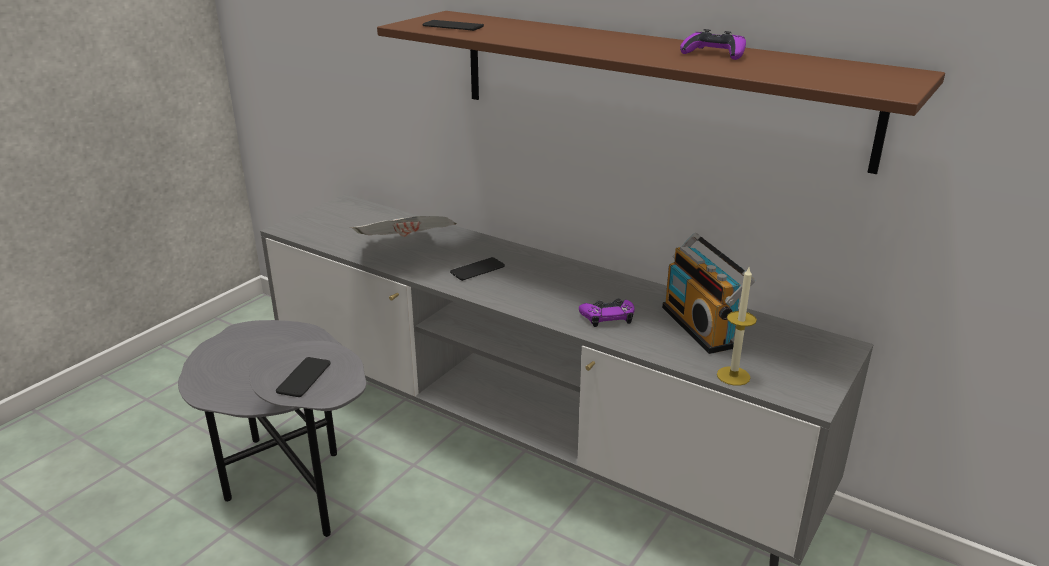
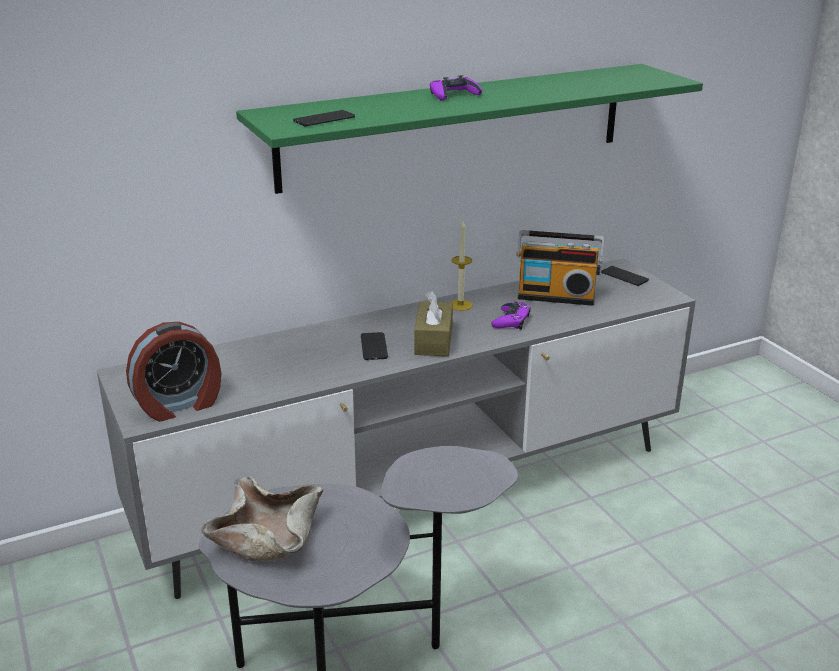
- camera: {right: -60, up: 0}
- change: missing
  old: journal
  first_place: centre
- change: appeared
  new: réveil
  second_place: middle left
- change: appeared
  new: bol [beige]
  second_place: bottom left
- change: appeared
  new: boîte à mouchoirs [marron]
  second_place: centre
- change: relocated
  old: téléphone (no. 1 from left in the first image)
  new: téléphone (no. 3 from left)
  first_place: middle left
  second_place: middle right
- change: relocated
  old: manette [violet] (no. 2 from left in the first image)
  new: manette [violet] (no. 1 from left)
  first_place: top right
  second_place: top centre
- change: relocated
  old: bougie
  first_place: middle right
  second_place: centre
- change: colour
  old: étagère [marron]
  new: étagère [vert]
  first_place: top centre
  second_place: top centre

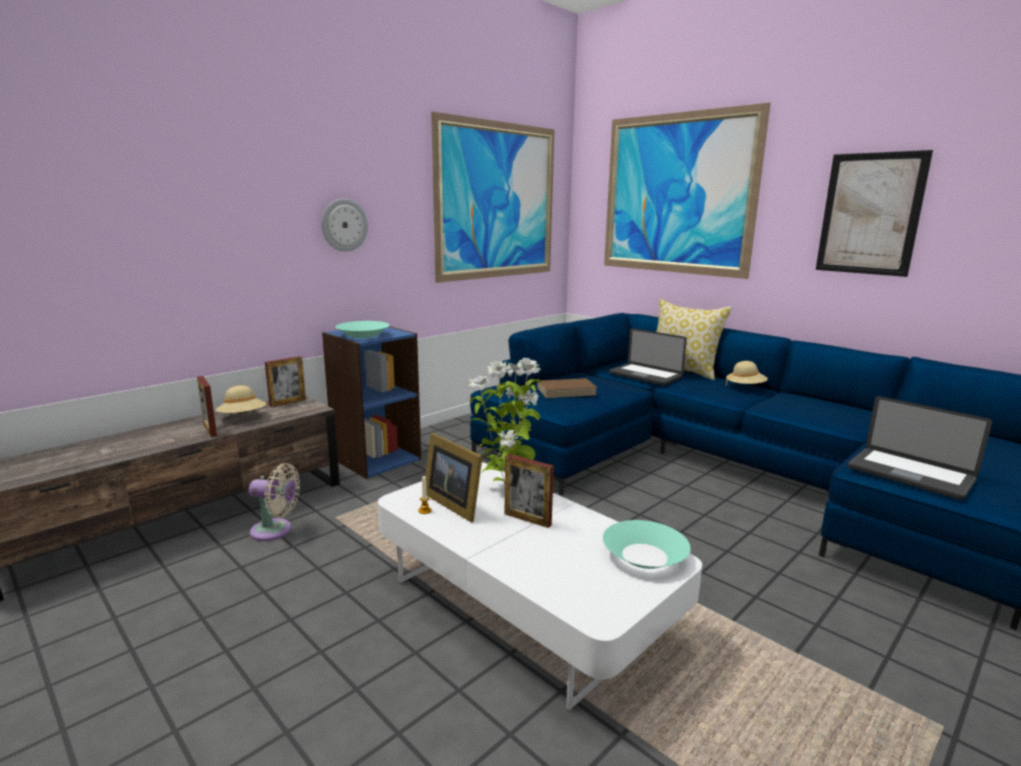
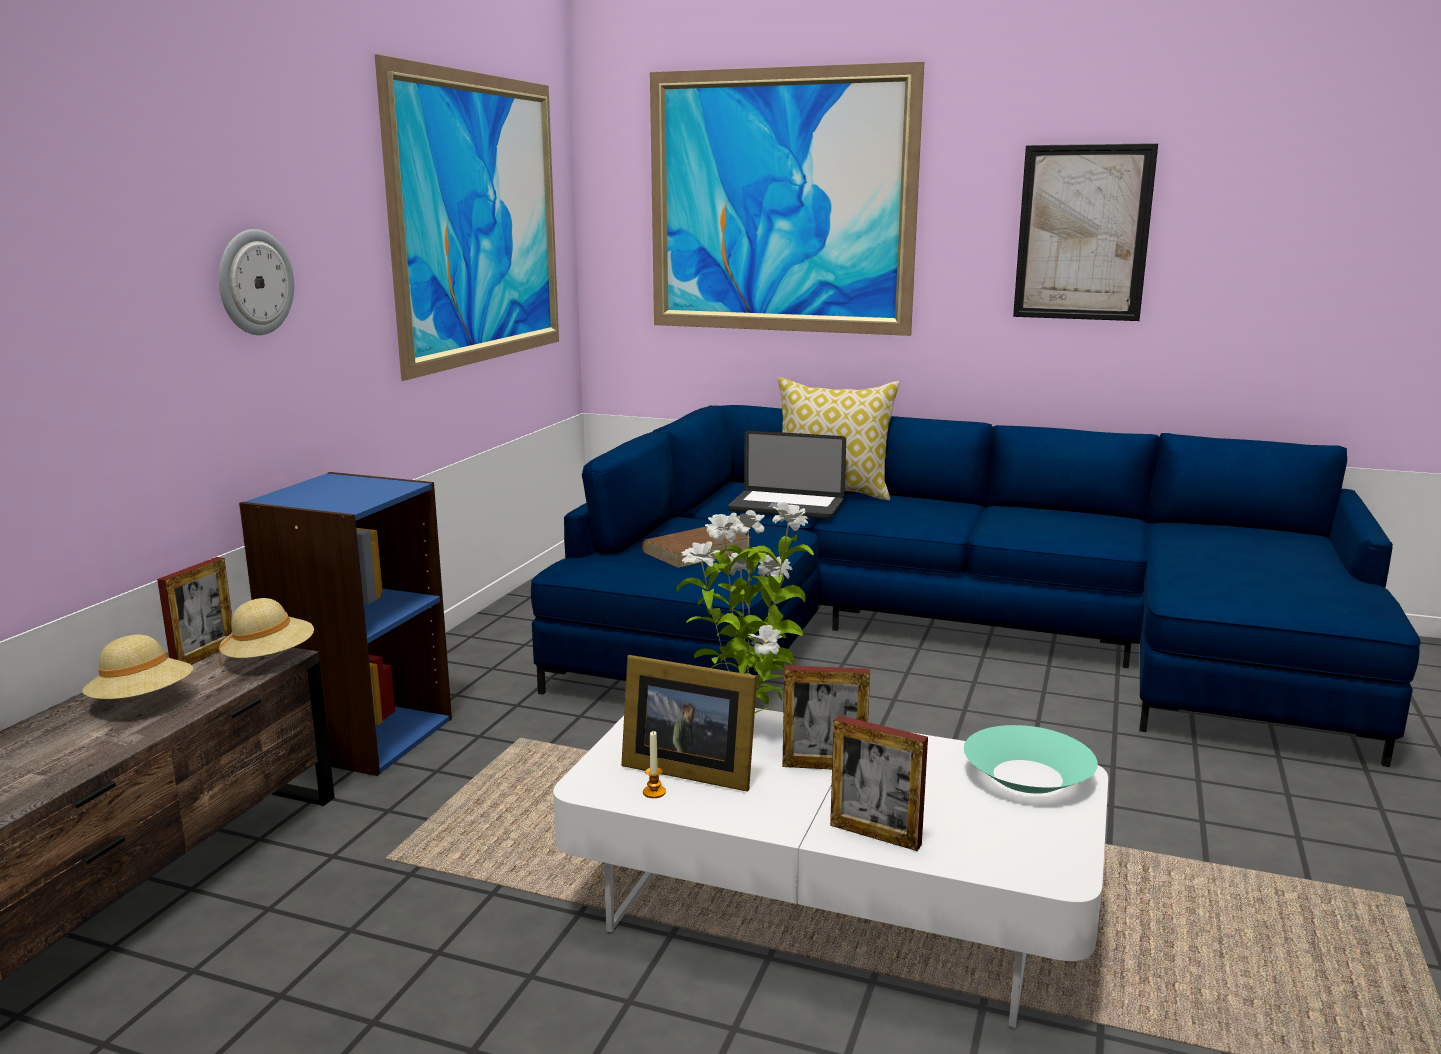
- camera: {right: -25, up: 0}
- change: missing
  old: ventilateur [beige]
  first_place: middle left
- change: missing
  old: bol [turquoise] (no. 1 from left)
  first_place: centre
- change: missing
  old: ordinateur portable (no. 2 from left)
  first_place: middle right
- change: relocated
  old: cadre photo (no. 1 from left in the first image)
  new: cadre photo (no. 4 from left)
  first_place: middle left
  second_place: bottom centre
- change: relocated
  old: chapeau [beige] (no. 2 from left)
  first_place: middle right
  second_place: middle left

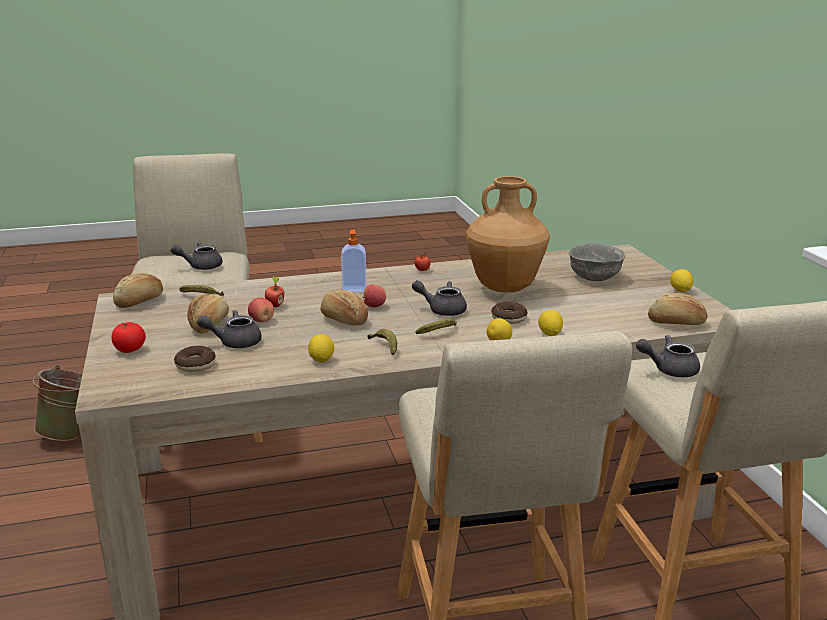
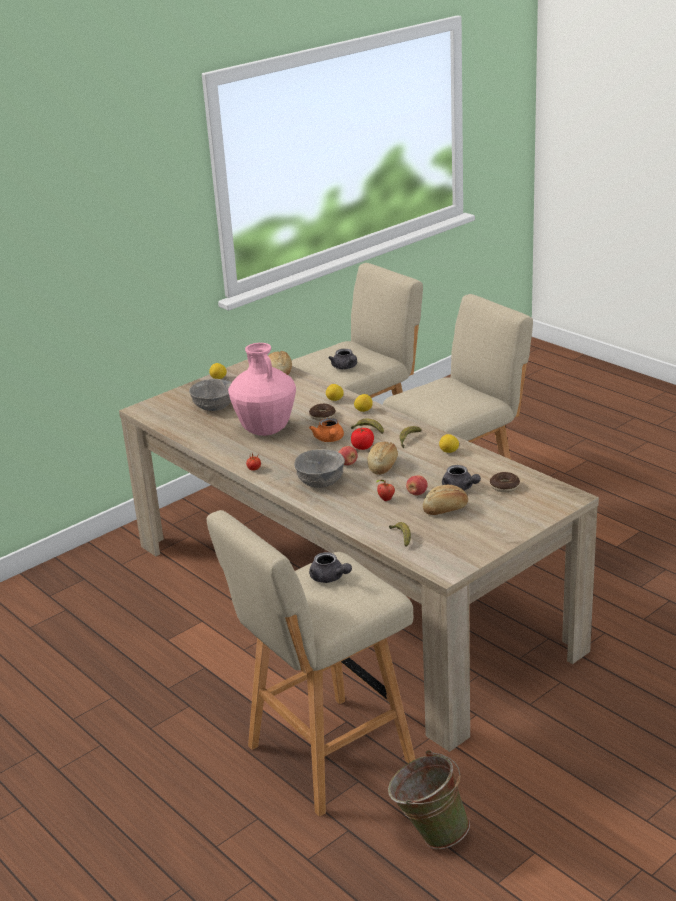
- camera: {right: -115, up: 5}
- change: missing
  old: pain (no. 1 from left)
  first_place: middle left
- change: relocated
  old: tomate (no. 1 from left in the first image)
  new: tomate (no. 2 from left)
  first_place: middle left
  second_place: centre
- change: exchanged
  old: distributeur de savon
  new: bol [gris] (no. 2 from left)
  first_place: centre
  second_place: centre
- change: colour
  old: théière [gris] (no. 3 from left)
  new: théière [orange]
  first_place: centre
  second_place: centre
- change: colour
  old: vase [marron]
  new: vase [rose]
  first_place: centre
  second_place: centre

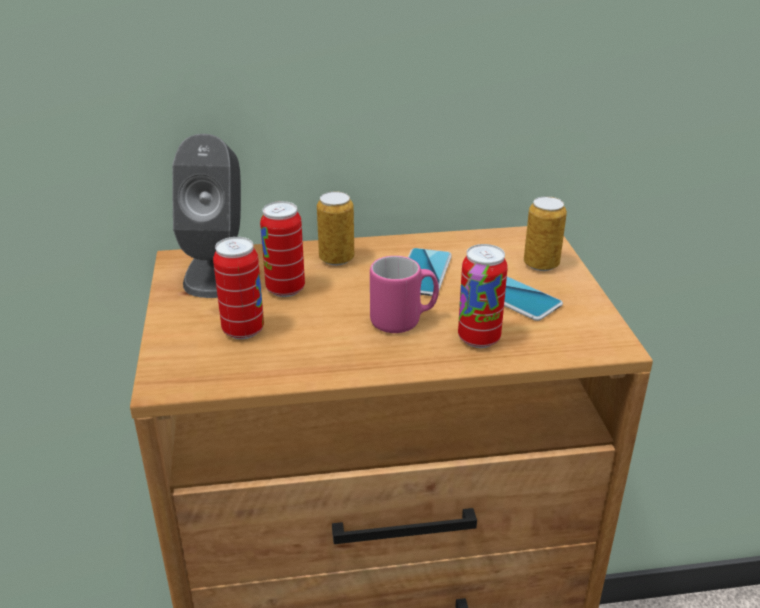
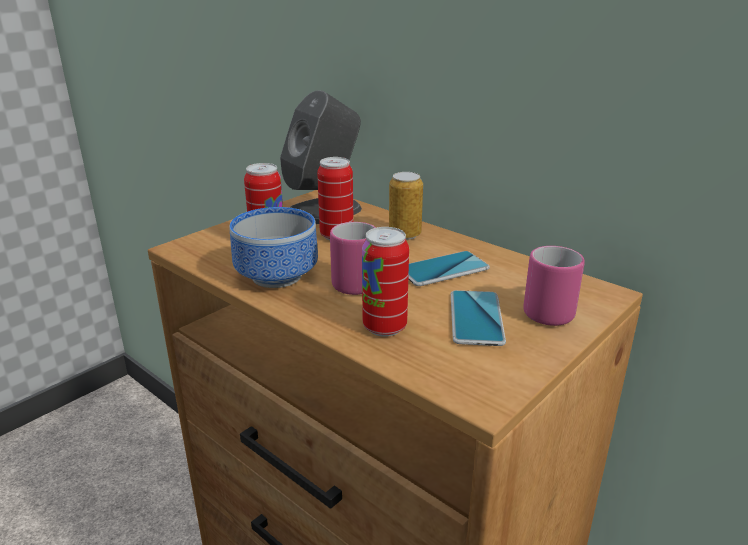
- camera: {right: 50, up: -5}
- change: appeared
  new: bol
  second_place: centre
- change: exchanged
  old: boîte métallique (no. 5 from left)
  new: mug [rose] (no. 2 from left)
  first_place: middle right
  second_place: middle right

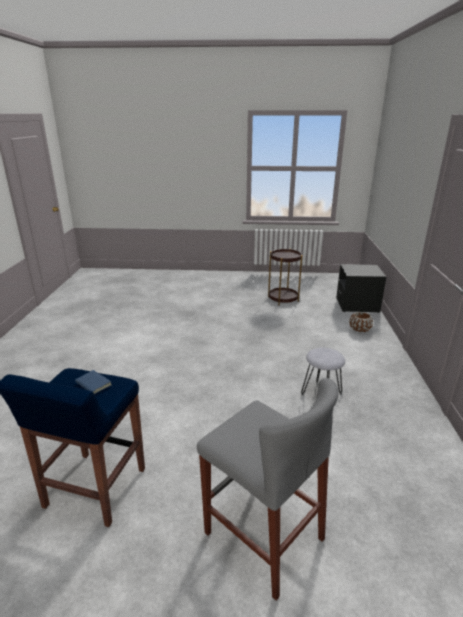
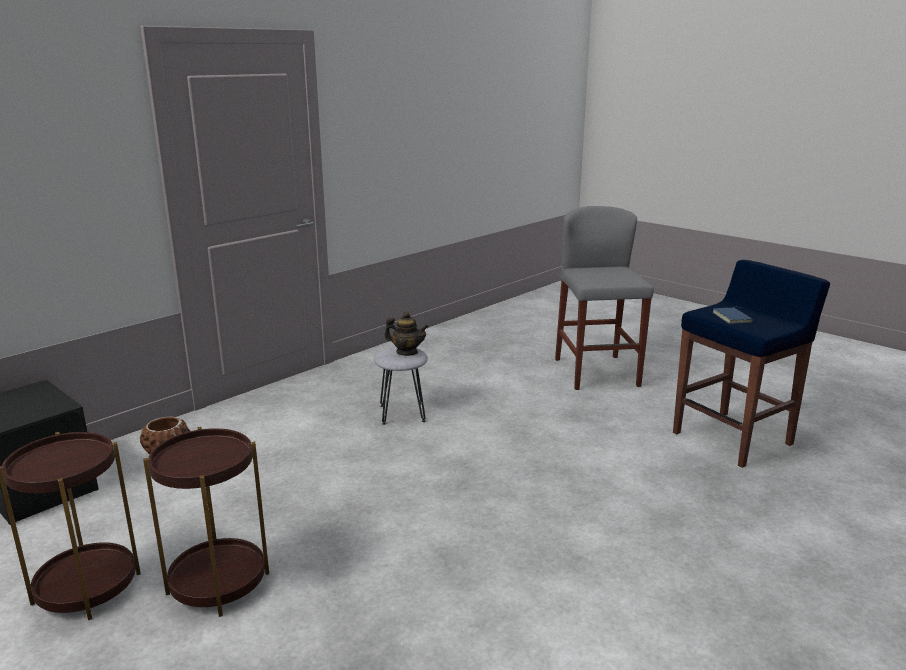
- camera: {right: -140, up: -5}
- change: appeared
  new: table d'appoint [marron] (no. 2 from left)
  second_place: bottom left
- change: appeared
  new: théière
  second_place: centre

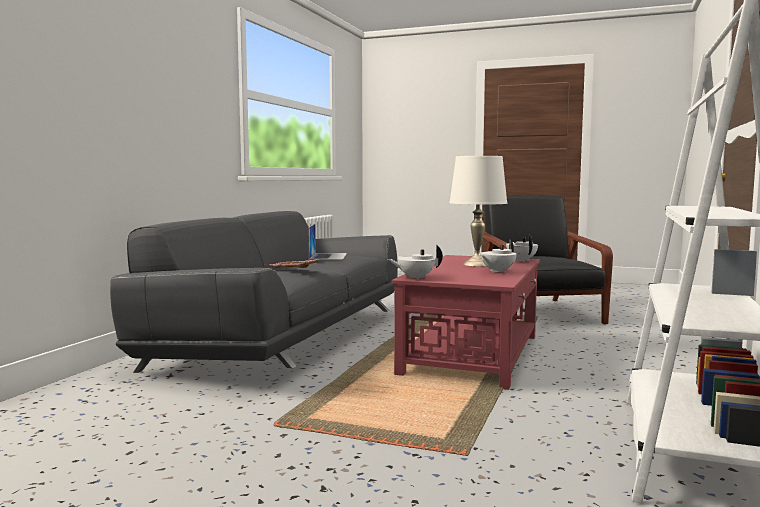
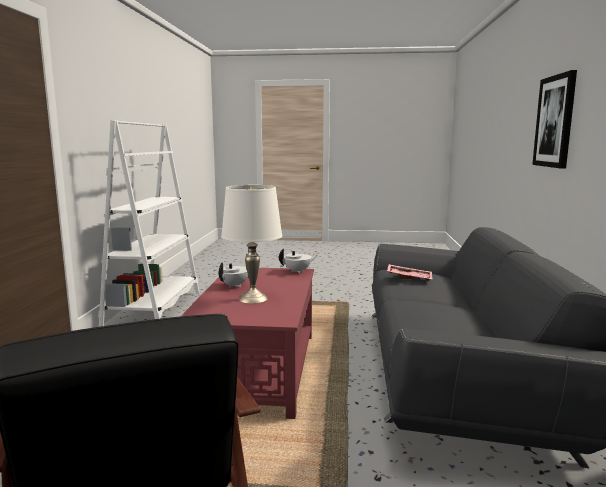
- camera: {right: 165, up: 5}
- change: missing
  old: ordinateur portable
  first_place: centre
- change: missing
  old: théière [blanc] (no. 3 from left)
  first_place: middle right
- change: appeared
  new: tableau
  second_place: top right

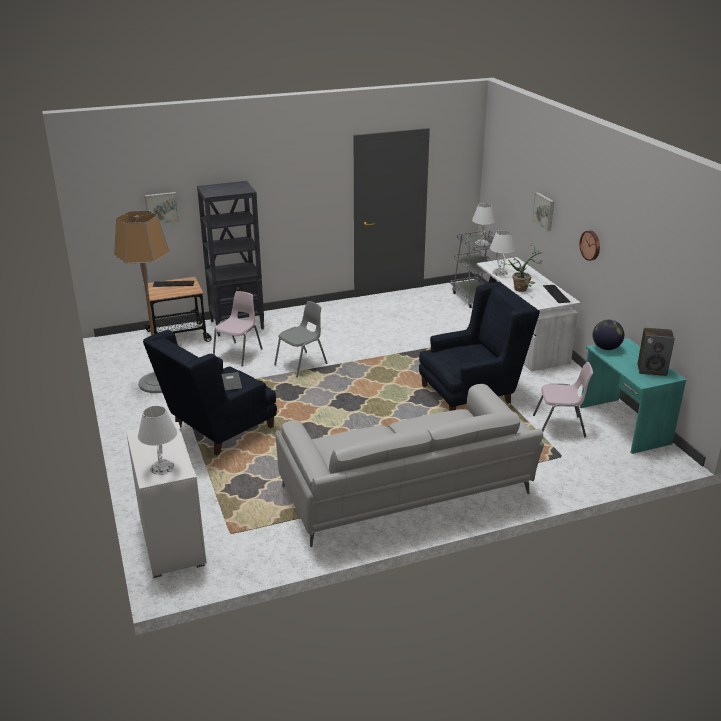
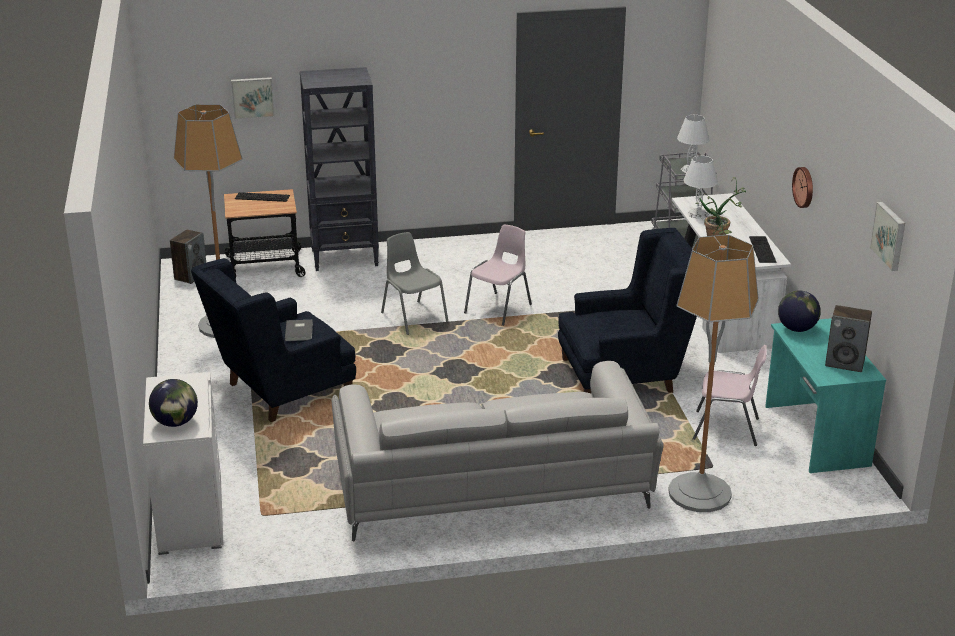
- camera: {right: 10, up: 0}
- change: appeared
  new: enceinte (no. 1 from left)
  second_place: middle left
- change: appeared
  new: lampadaire (no. 2 from left)
  second_place: middle right
- change: relocated
  old: chaise [rose] (no. 1 from left)
  first_place: middle left
  second_place: centre
- change: relocated
  old: tableau (no. 2 from left)
  first_place: top right
  second_place: middle right
- change: exchanged
  old: lampe de table [blanc] (no. 1 from left)
  new: globe (no. 1 from left)
  first_place: middle left
  second_place: middle left
- change: spun
  old: chaise [gris]
  first_place: centre
  second_place: centre
  degrees: -90

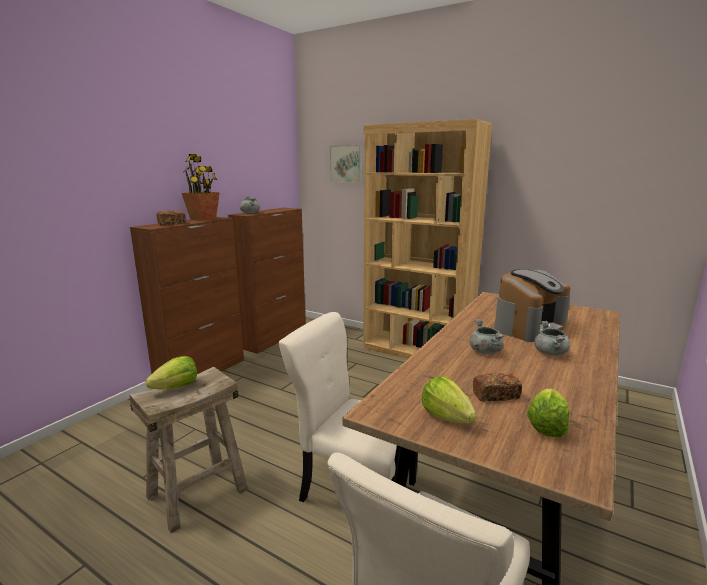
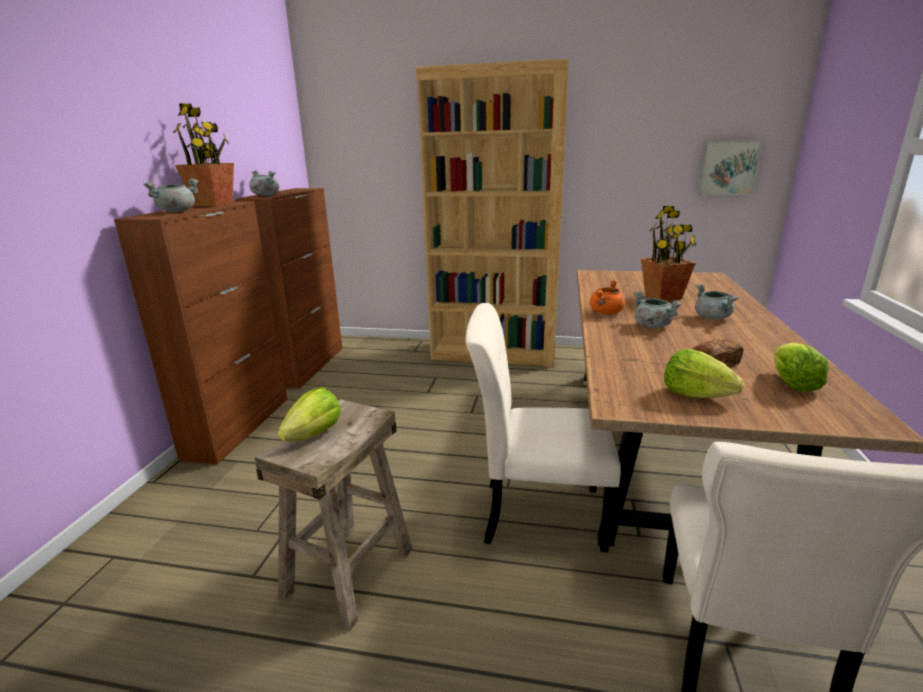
- camera: {right: -20, up: 5}
- change: appeared
  new: marmite [orange]
  second_place: centre
- change: relocated
  old: tableau
  first_place: top centre
  second_place: top right
- change: exchanged
  old: pain (no. 1 from left)
  new: marmite [gris] (no. 1 from left)
  first_place: middle left
  second_place: top left
- change: exchanged
  old: machine à café
  new: plante en pot (no. 2 from left)
  first_place: middle right
  second_place: middle right

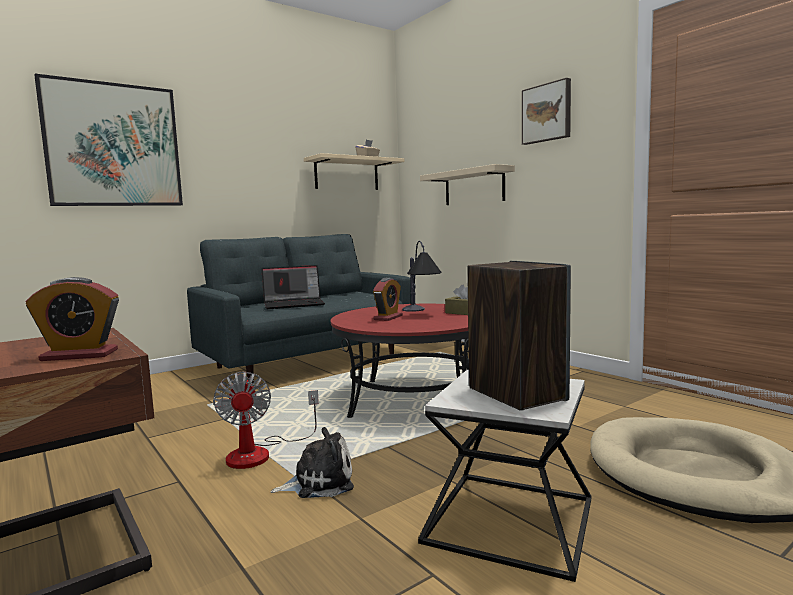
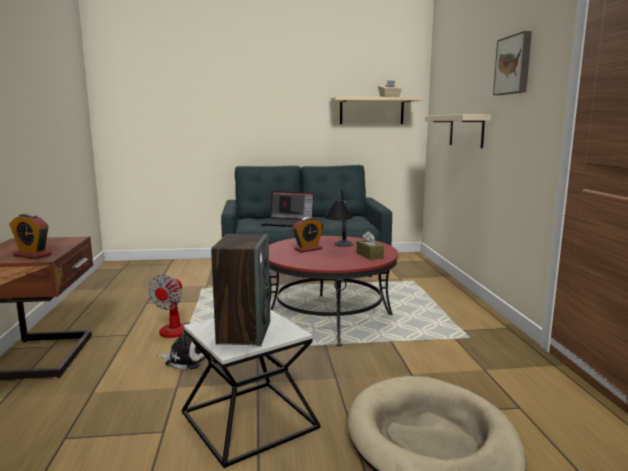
- camera: {right: 30, up: 5}
- change: missing
  old: tableau (no. 1 from left)
  first_place: top left

